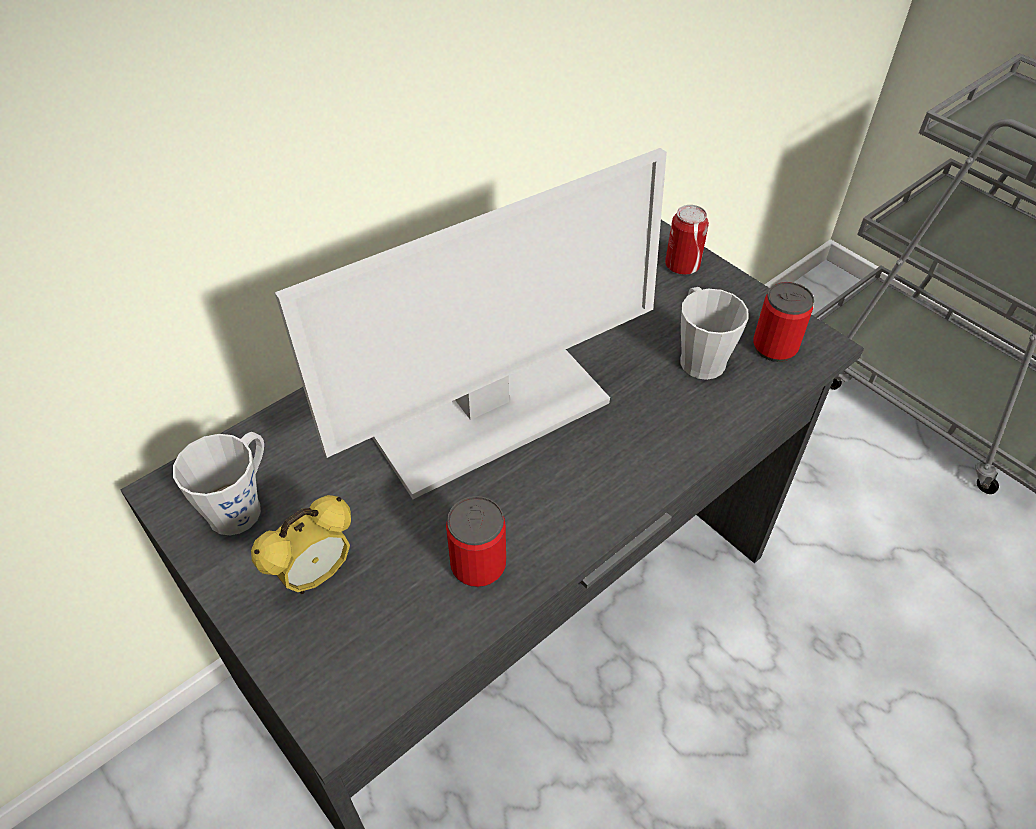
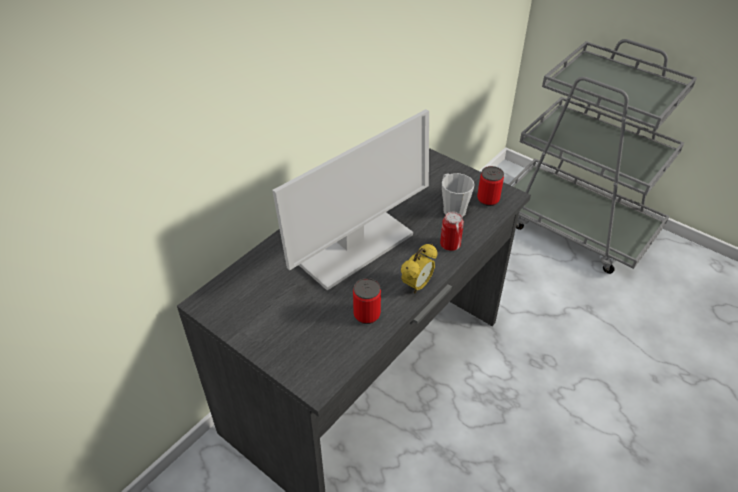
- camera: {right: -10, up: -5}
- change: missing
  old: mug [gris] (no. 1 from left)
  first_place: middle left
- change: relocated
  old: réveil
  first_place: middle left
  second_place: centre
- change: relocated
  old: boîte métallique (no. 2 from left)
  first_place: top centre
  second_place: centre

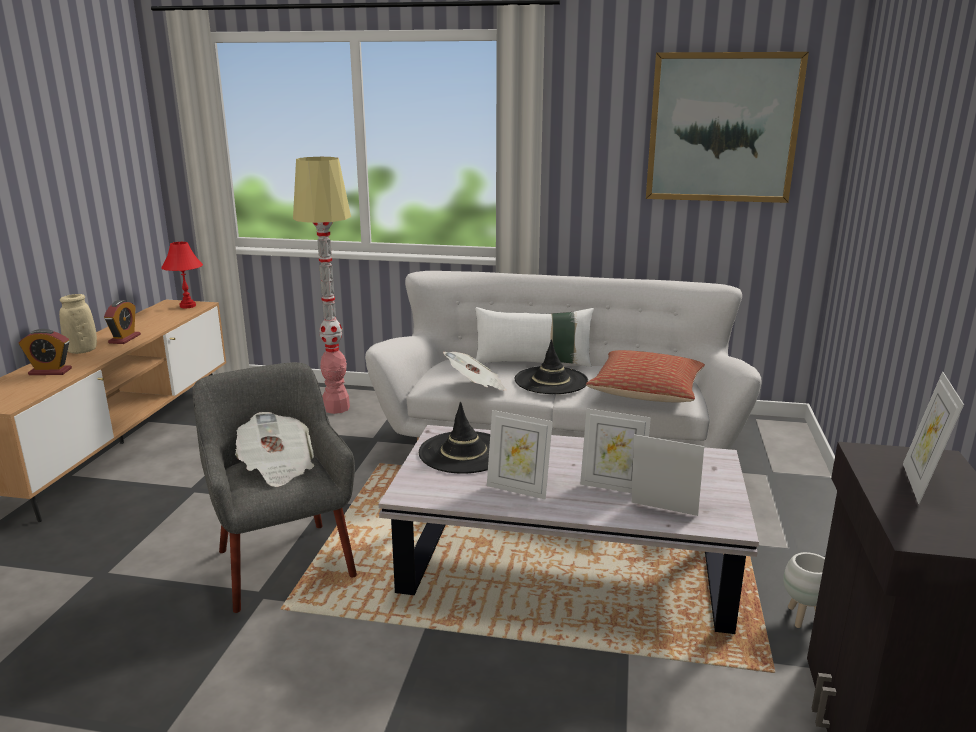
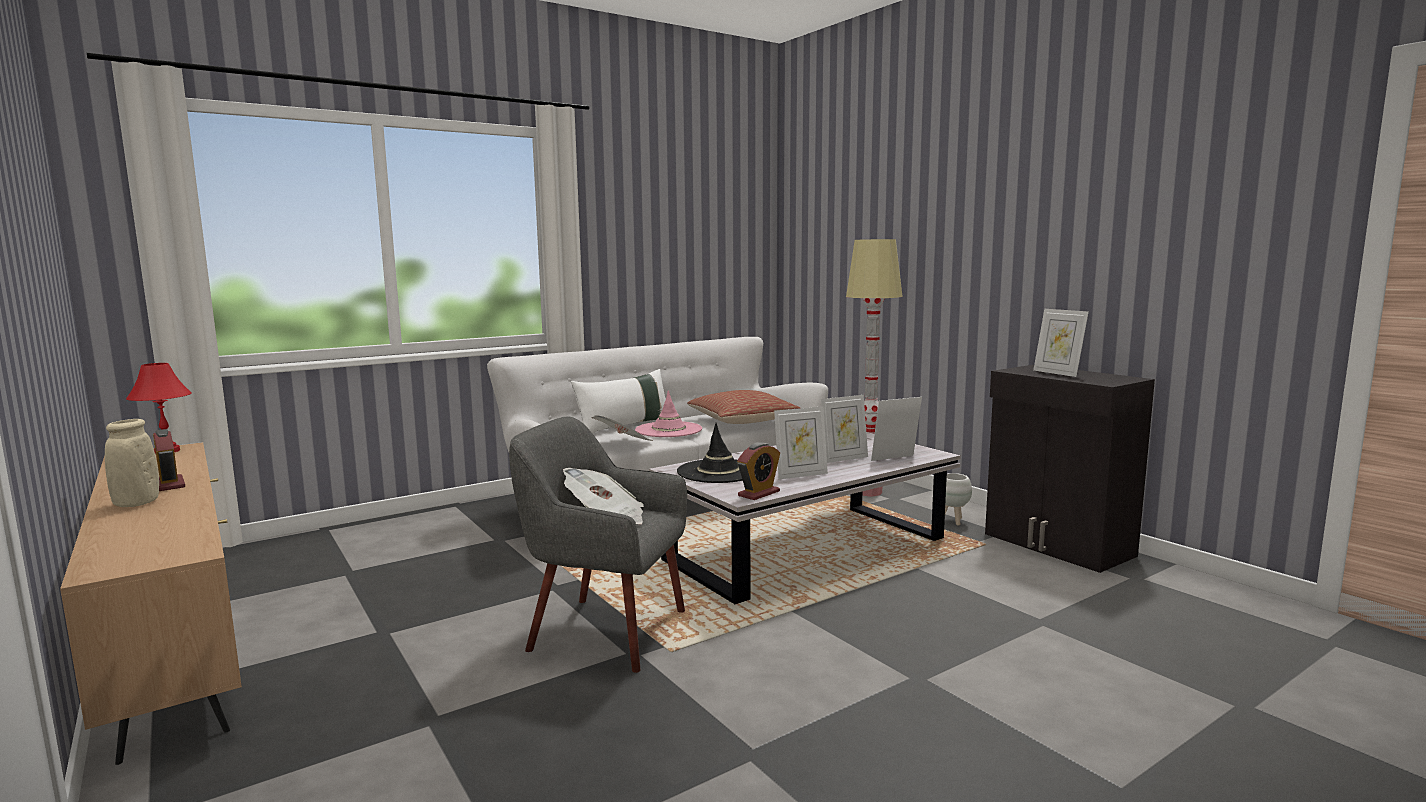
- camera: {right: -45, up: -10}
- change: missing
  old: tableau
  first_place: top right
- change: relocated
  old: réveil (no. 1 from left in the first image)
  new: réveil (no. 2 from left)
  first_place: middle left
  second_place: centre
- change: relocated
  old: lampadaire
  first_place: middle left
  second_place: centre
- change: colour
  old: chapeau [noir] (no. 2 from left)
  new: chapeau [rose]
  first_place: centre
  second_place: centre

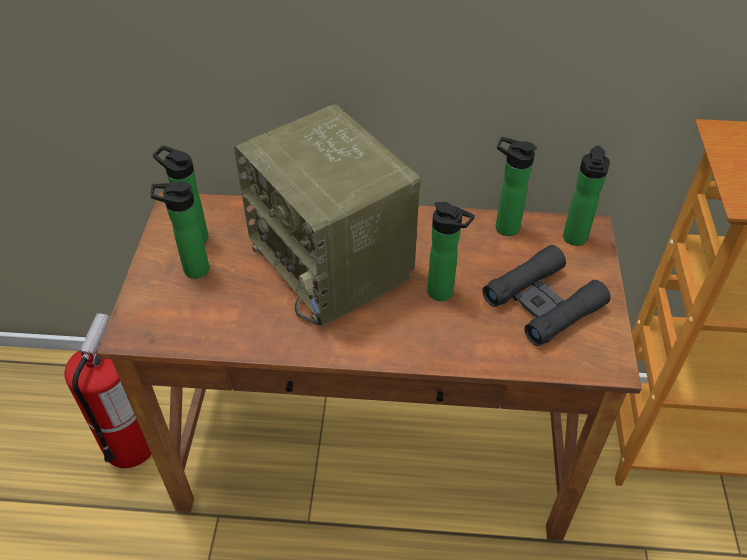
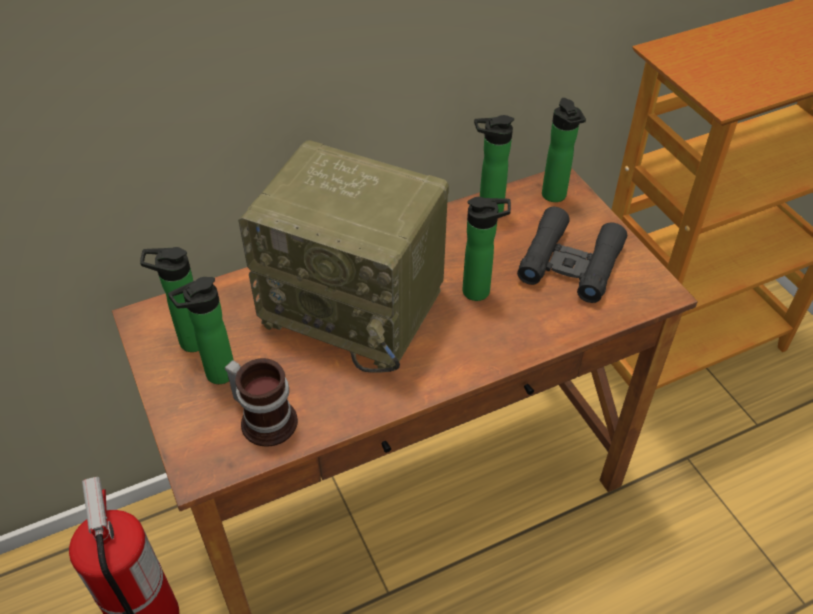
- camera: {right: -30, up: 0}
- change: appeared
  new: mug
  second_place: middle left

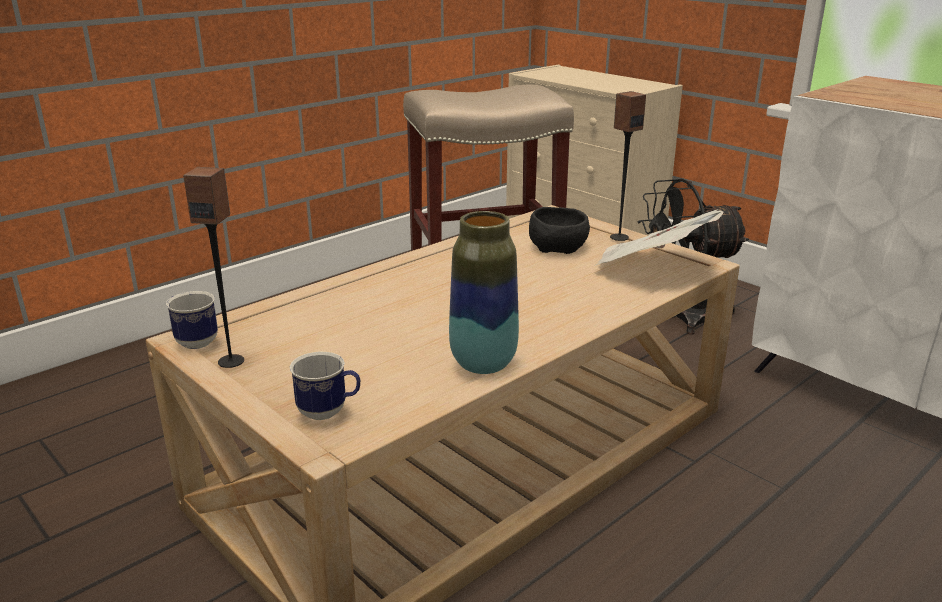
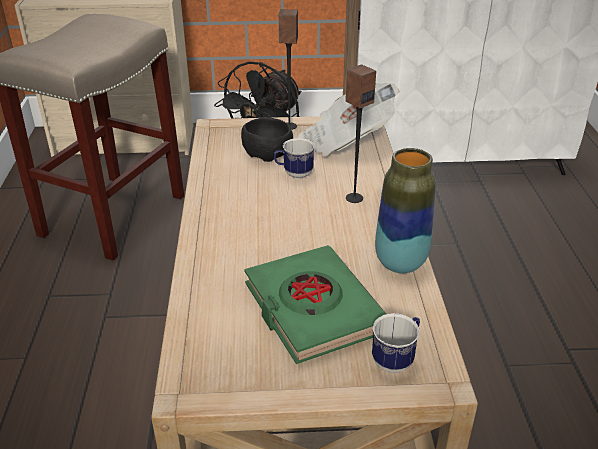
- camera: {right: -50, up: 10}
- change: appeared
  new: livre [vert]
  second_place: bottom centre
- change: relocated
  old: mug (no. 1 from left)
  first_place: middle left
  second_place: centre
- change: relocated
  old: enceinte (no. 1 from left in the first image)
  new: enceinte (no. 2 from left)
  first_place: middle left
  second_place: top centre

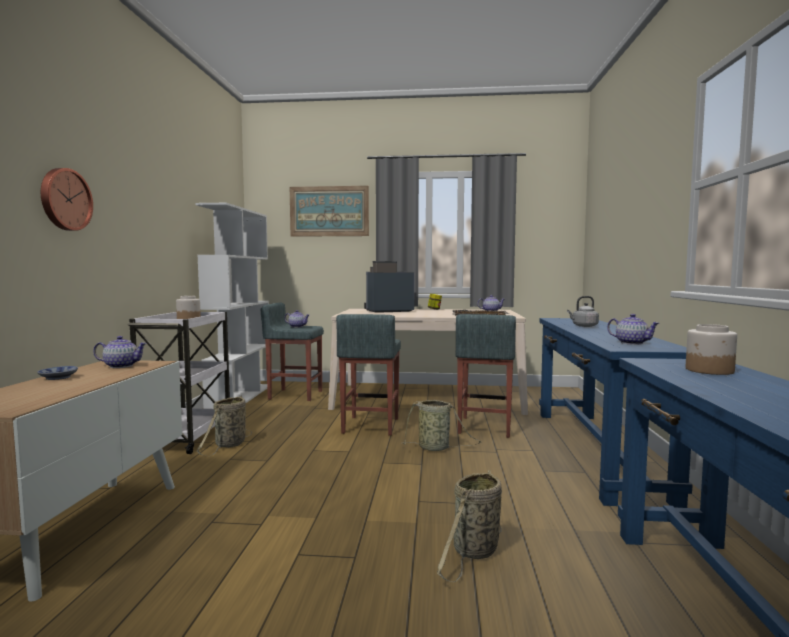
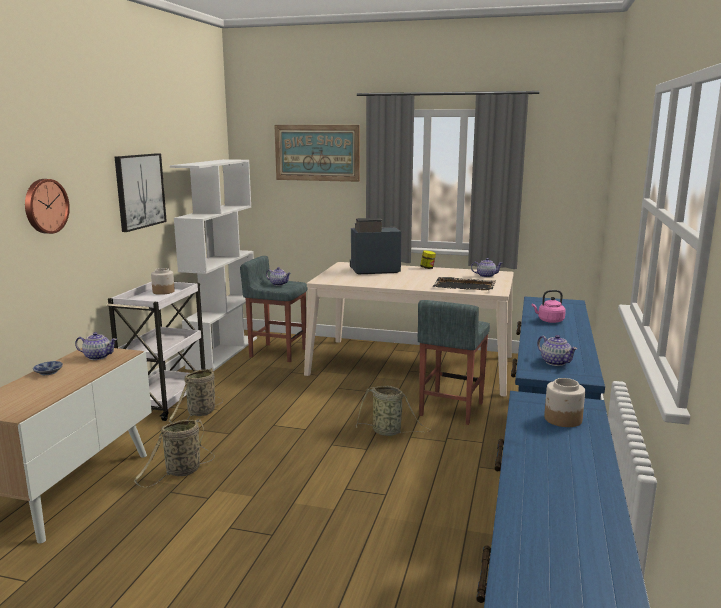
- camera: {right: 10, up: 10}
- change: missing
  old: tabouret [gris] (no. 2 from left)
  first_place: centre
- change: appeared
  new: tableau (no. 1 from left)
  second_place: top left
- change: relocated
  old: panier (no. 3 from left in the first image)
  new: panier (no. 1 from left)
  first_place: bottom centre
  second_place: bottom left
- change: colour
  old: bouilloire [gris]
  new: bouilloire [rose]
  first_place: middle right
  second_place: middle right

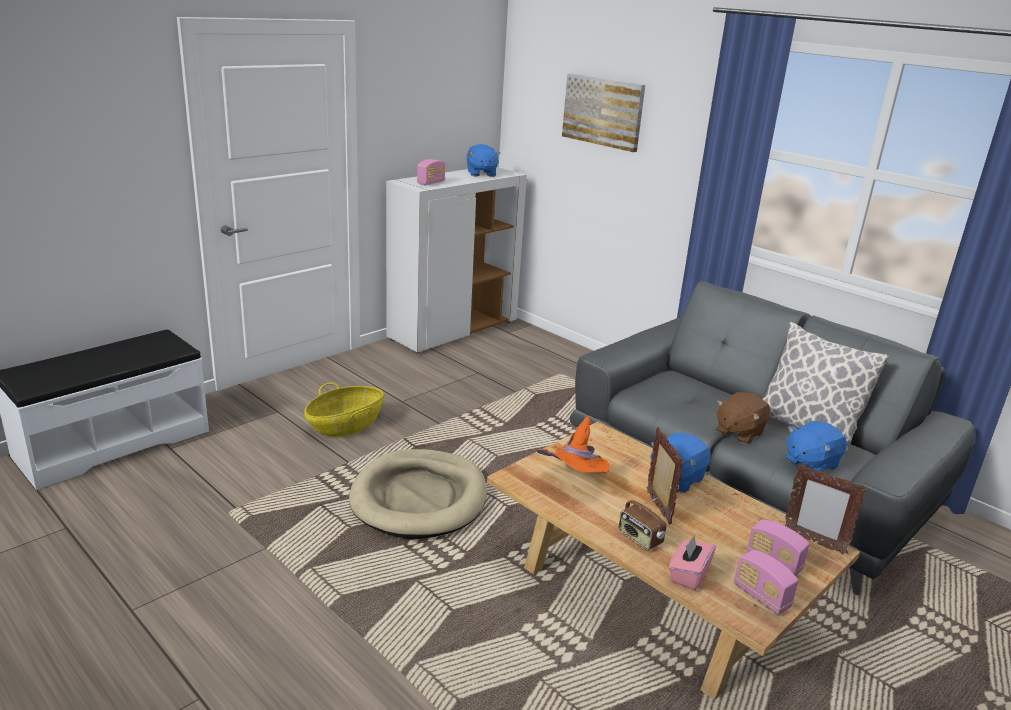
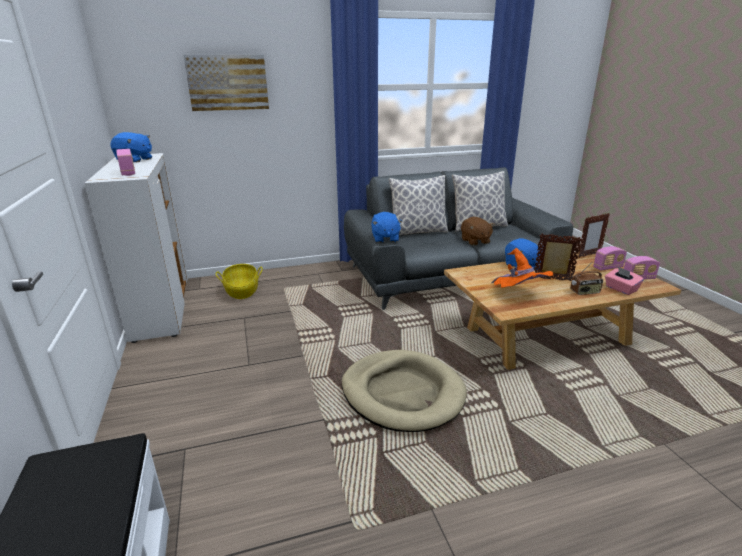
- camera: {right: -60, up: 0}
- change: appeared
  new: coussin (no. 1 from left)
  second_place: centre
- change: relocated
  old: panier
  first_place: centre
  second_place: middle left
- change: relocated
  old: peluche [bleu] (no. 3 from left in the first image)
  new: peluche [bleu] (no. 2 from left)
  first_place: middle right
  second_place: centre

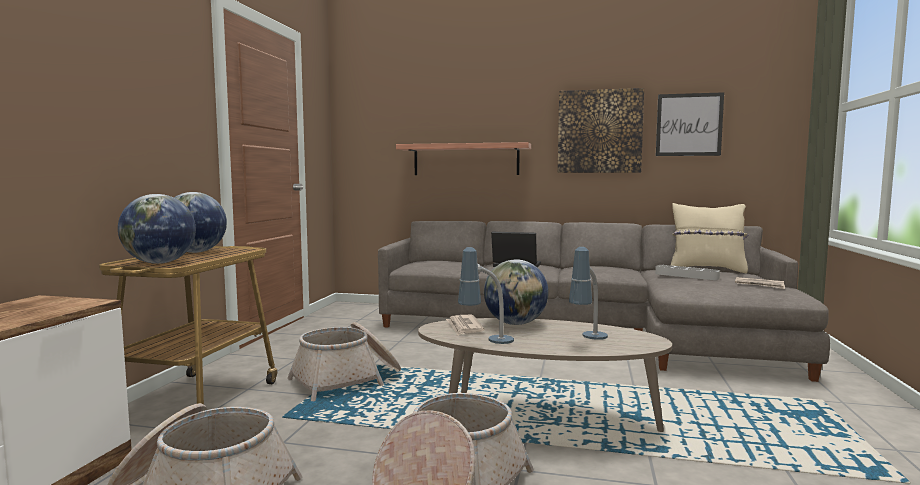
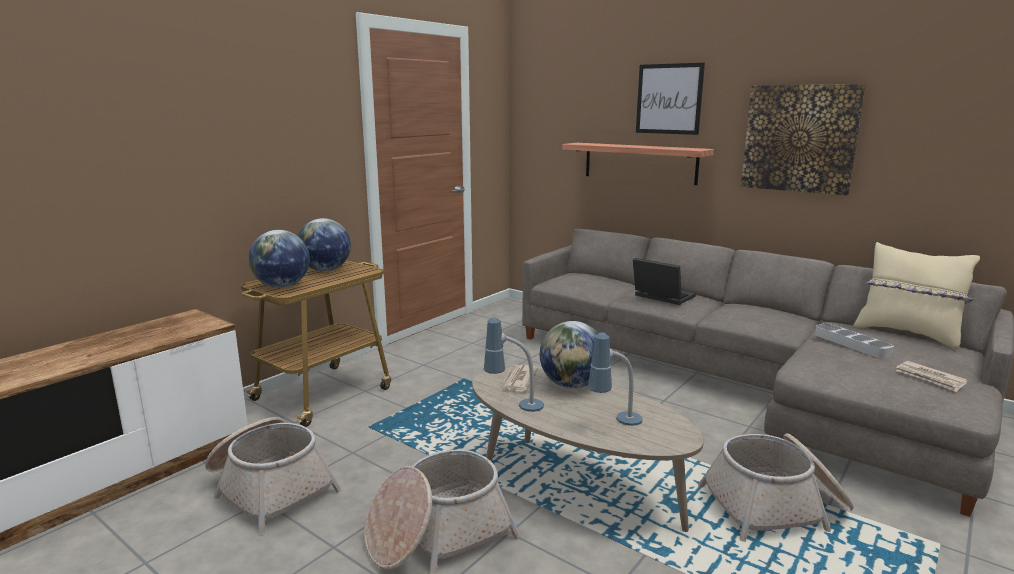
- camera: {right: 25, up: 10}
- change: relocated
  old: panier (no. 2 from left in the first image)
  new: panier (no. 3 from left)
  first_place: bottom centre
  second_place: bottom right
- change: relocated
  old: tableau (no. 2 from left in the first image)
  new: tableau (no. 1 from left)
  first_place: top right
  second_place: top centre

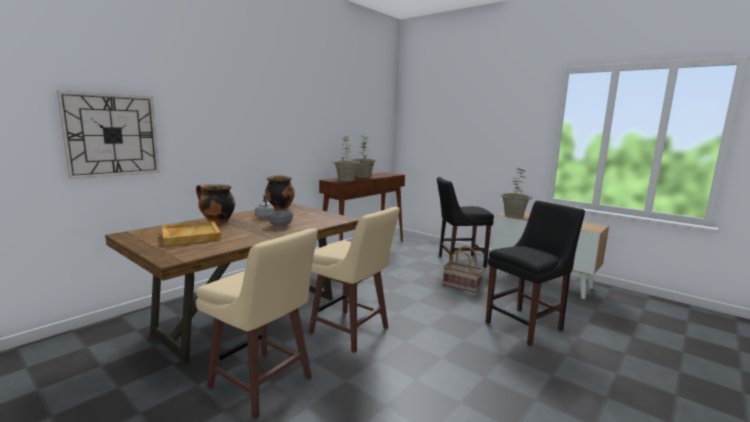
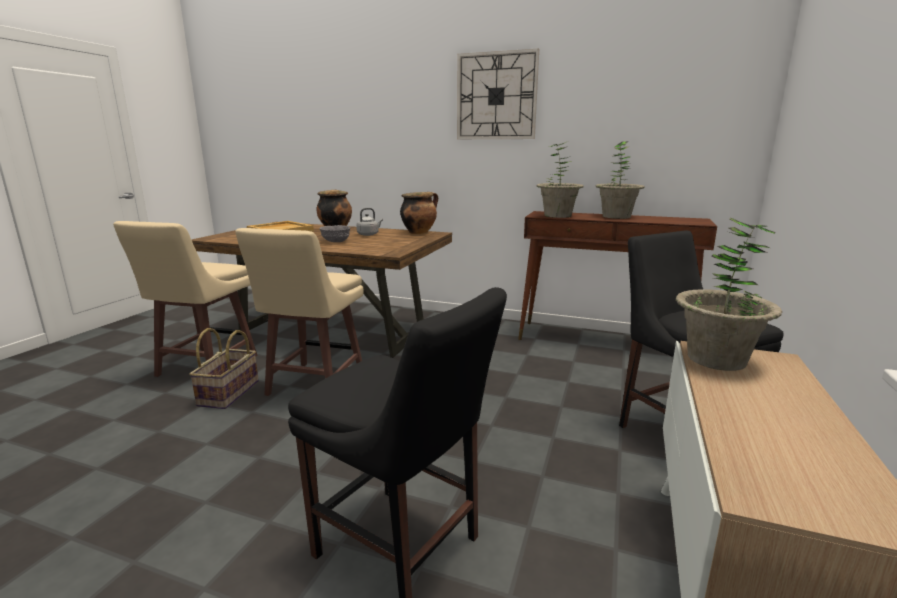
- camera: {right: 70, up: 5}
- change: relocated
  old: horloge murale
  first_place: top left
  second_place: top centre
- change: relocated
  old: panier
  first_place: centre
  second_place: middle left

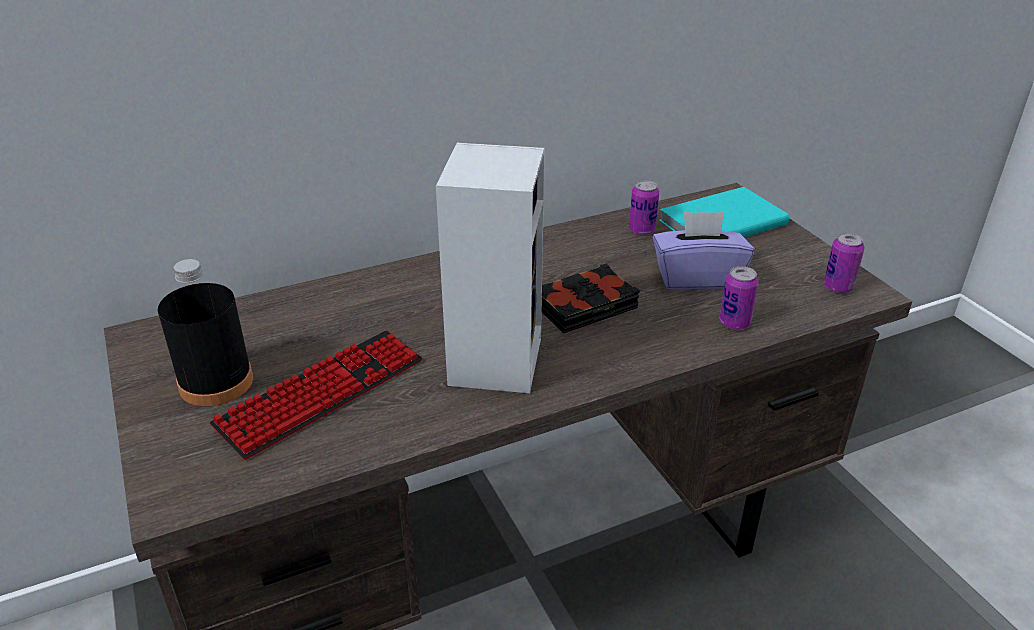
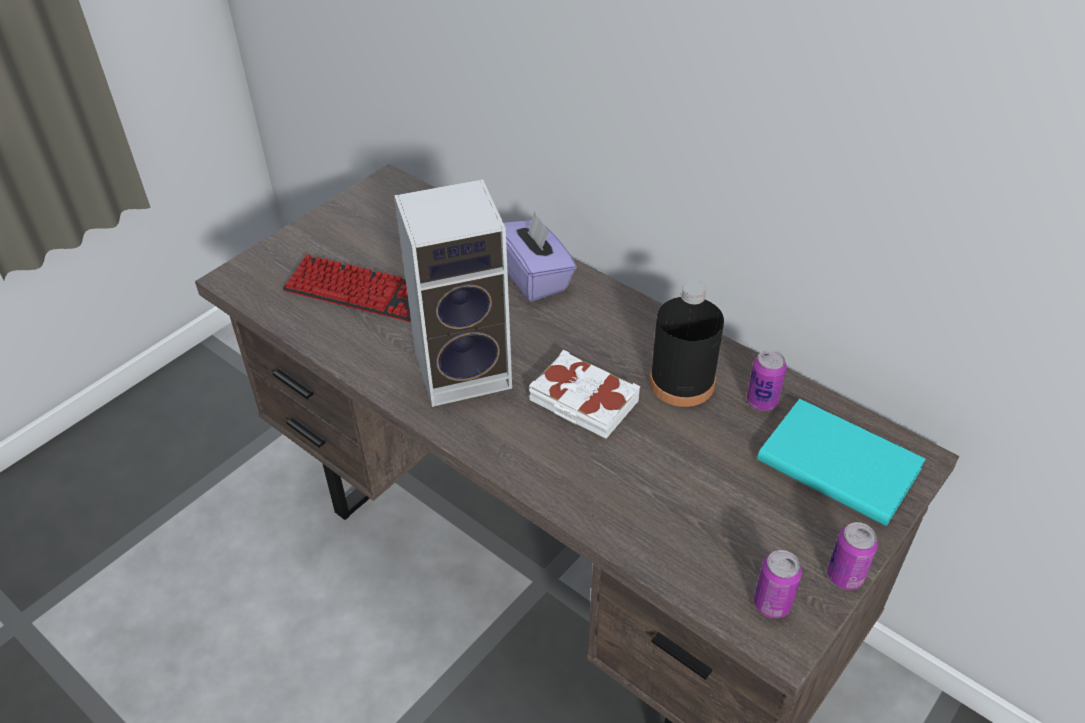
- camera: {right: 65, up: 10}
- change: relocated
  old: bouteille [noir]
  first_place: middle left
  second_place: centre
- change: relocated
  old: boîte à mouchoirs [violet]
  first_place: middle right
  second_place: centre
- change: relocated
  old: boîte métallique (no. 2 from left in the first image)
  new: boîte métallique (no. 3 from left)
  first_place: middle right
  second_place: bottom right
- change: colour
  old: livre [noir]
  new: livre [blanc]
  first_place: centre
  second_place: centre

